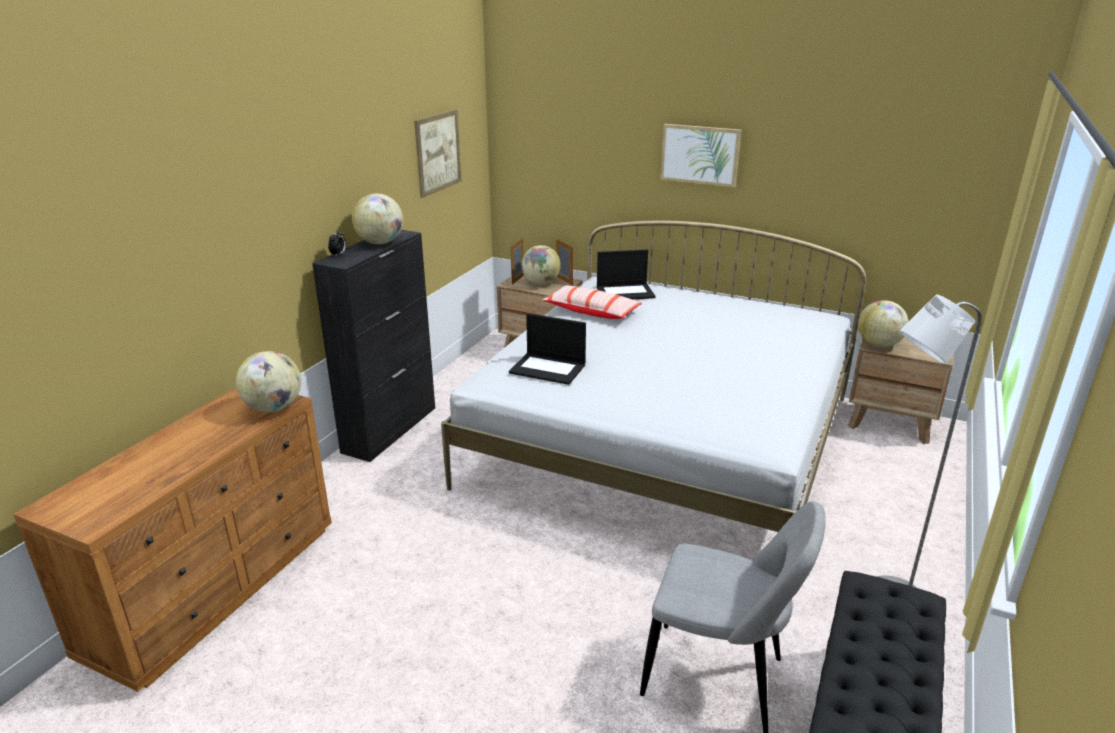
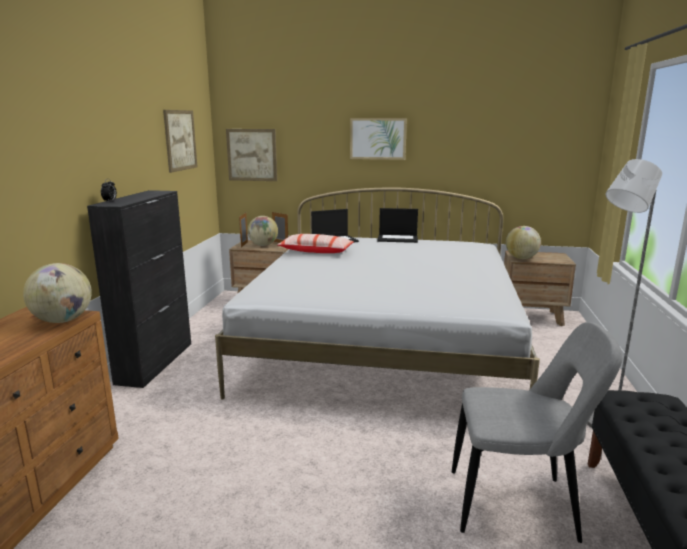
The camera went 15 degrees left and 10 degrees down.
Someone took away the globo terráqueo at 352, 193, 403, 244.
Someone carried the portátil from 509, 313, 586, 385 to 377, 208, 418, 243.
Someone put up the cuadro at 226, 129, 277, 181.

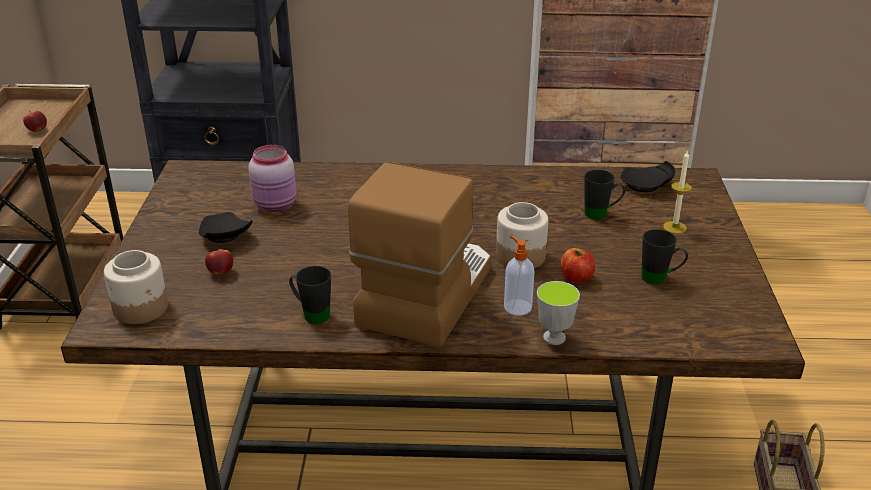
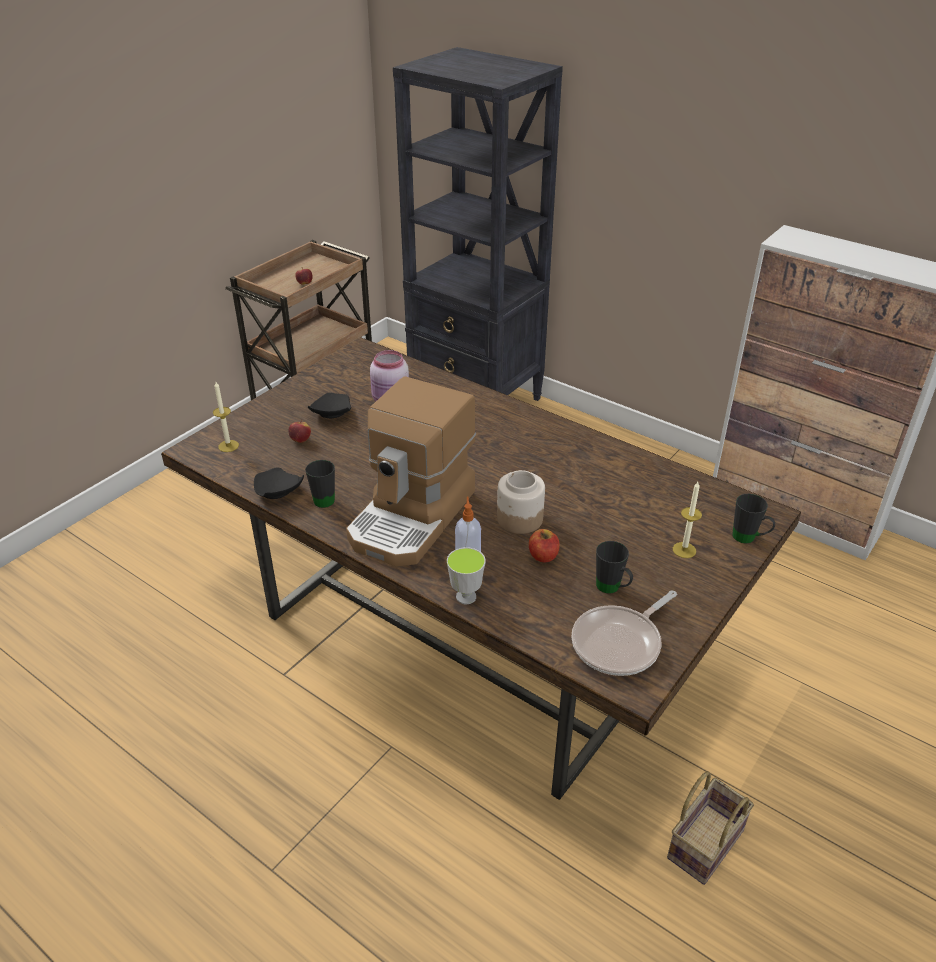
The camera went 35 degrees right and 5 degrees up.
Someone carried the plato/negro from 620, 161, 676, 192 to 254, 467, 304, 499.
Someone rotated the cafetera at 348, 162, 491, 347 by 150 degrees clockwise.
Someone carried the taza grande/negro from 584, 170, 625, 219 to 732, 494, 775, 543.
Someone swapped the tarro at 104, 250, 168, 324 for the vela at 213, 382, 239, 452.
Someone put down the sartén at 572, 590, 677, 676.

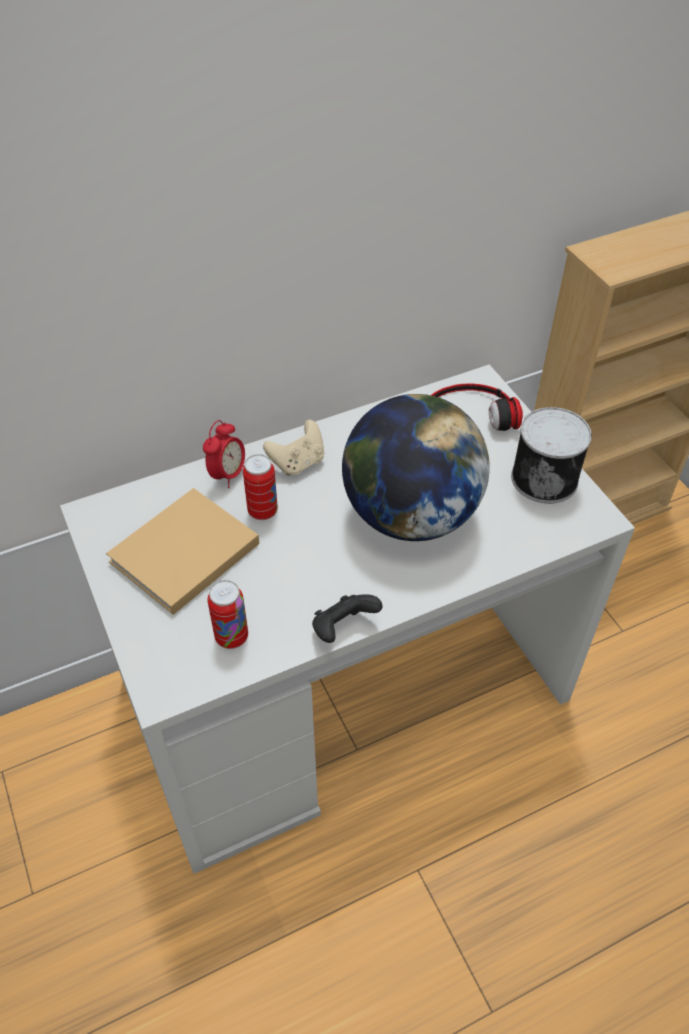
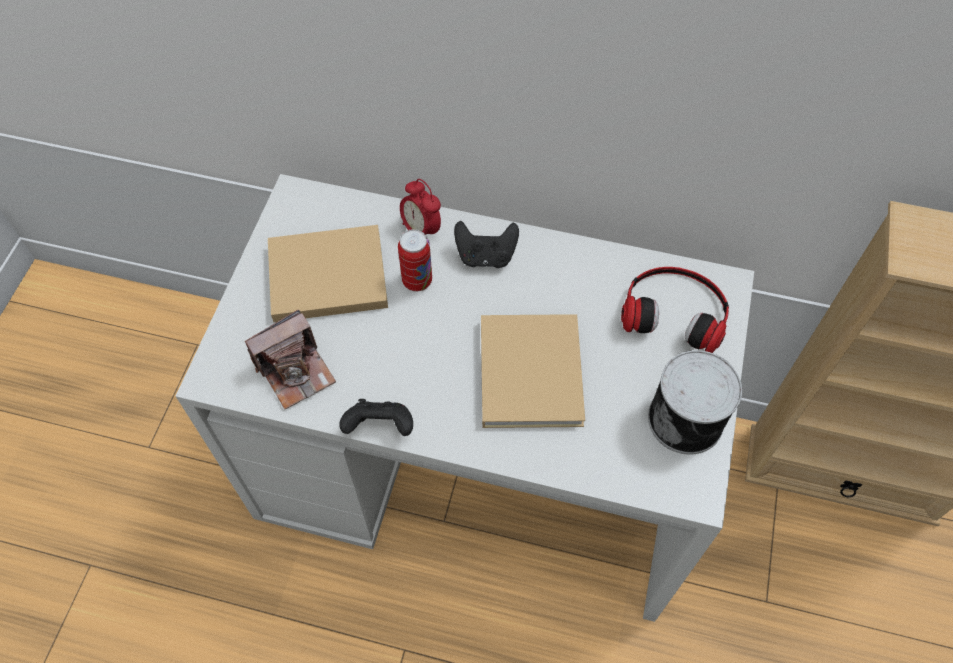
The camera went 40 degrees right and 10 degrees up.
Someone swapped the globo terráqueo at 342, 394, 490, 541 for the libro/beis at 481, 314, 585, 428.
Someone rotated the despertador at 203, 420, 245, 488 by 75 degrees clockwise.
Someone repainted the mando de consola/beis at 263, 420, 324, 476, which became the mando de consola/negro at 454, 221, 519, 268.
Someone swapped the lata at 208, 580, 248, 649 for the cámara at 245, 310, 336, 409.

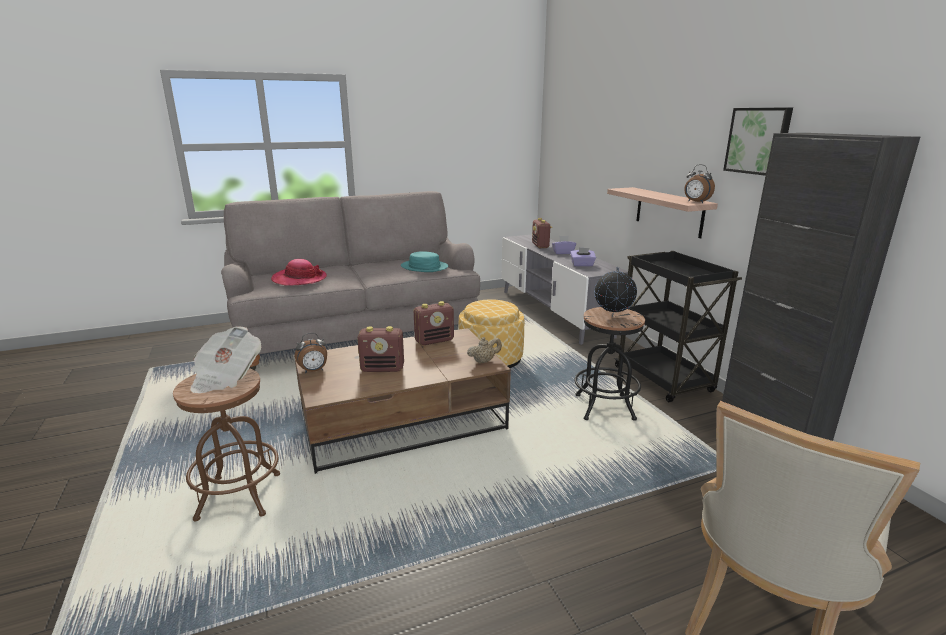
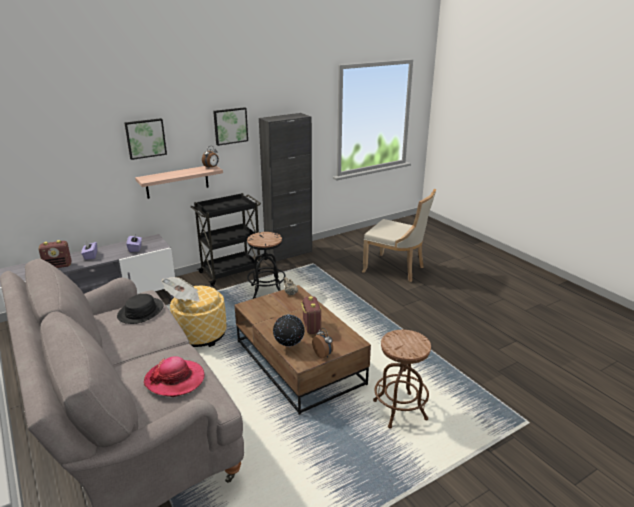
The camera went 100 degrees left and 5 degrees up.
Someone repainted the sombrero/turquesa at 401, 251, 448, 272, which became the sombrero/negro at 117, 294, 164, 324.
Someone carried the globo terráqueo from 594, 267, 637, 317 to 273, 314, 305, 348.
Someone took away the radio at 414, 301, 454, 345.
Someone carried the periódico from 190, 326, 261, 393 to 161, 277, 200, 302.
Someone put up the cuadro at 124, 118, 167, 160.

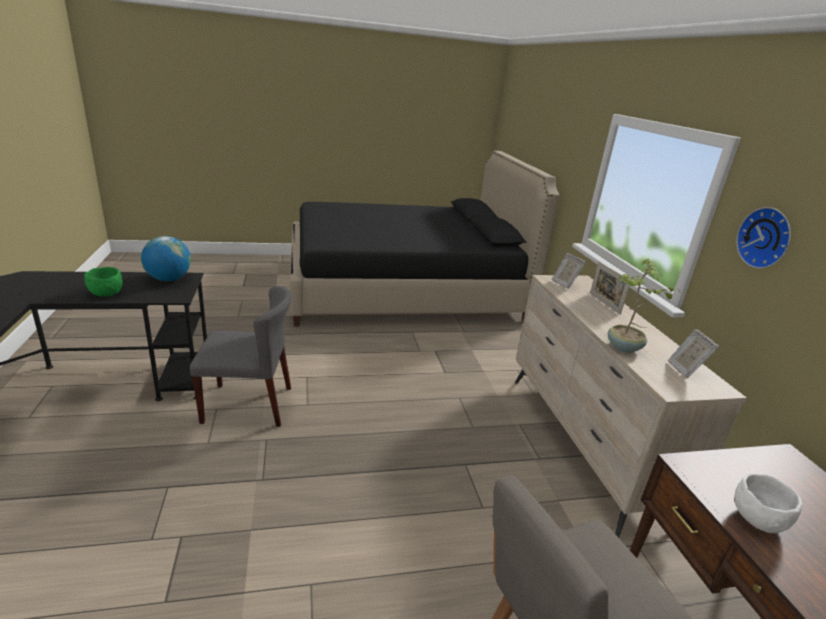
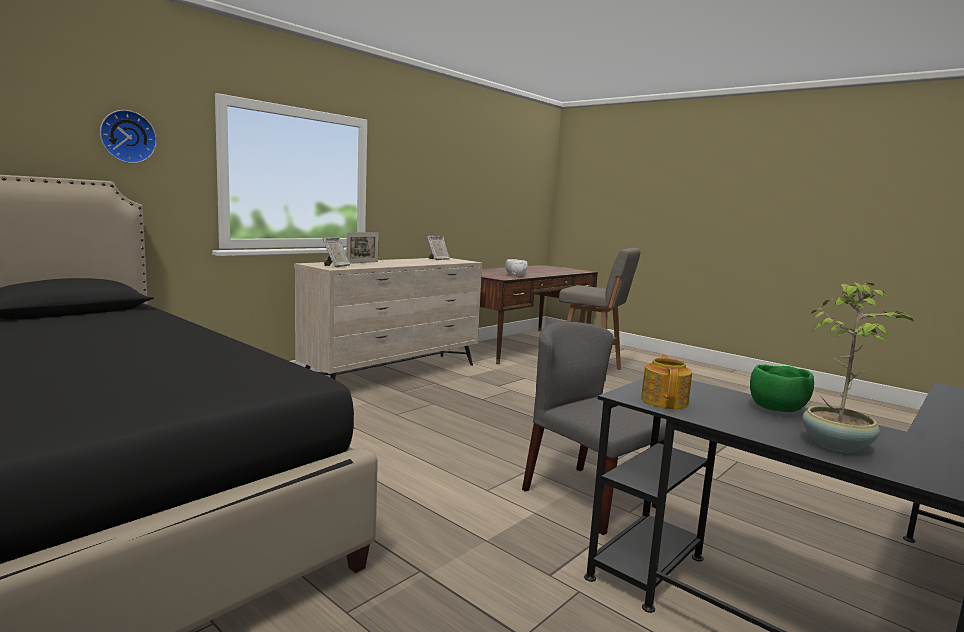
The camera went 125 degrees left and 15 degrees down.
Someone carried the reloj de pared from 736, 207, 791, 269 to 100, 110, 157, 164.
Someone swapped the globo terráqueo at 141, 236, 191, 281 for the tetera at 641, 354, 692, 409.
Someone carried the planta en maceta from 608, 259, 680, 353 to 802, 282, 913, 452.

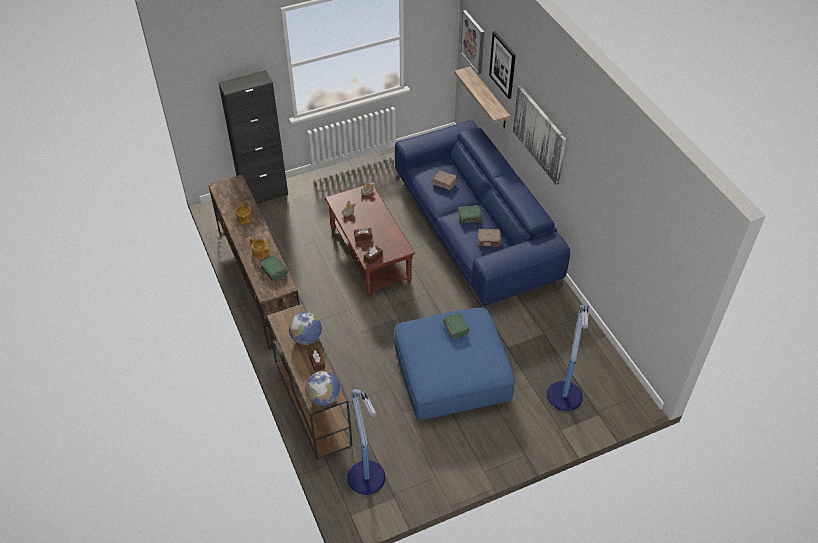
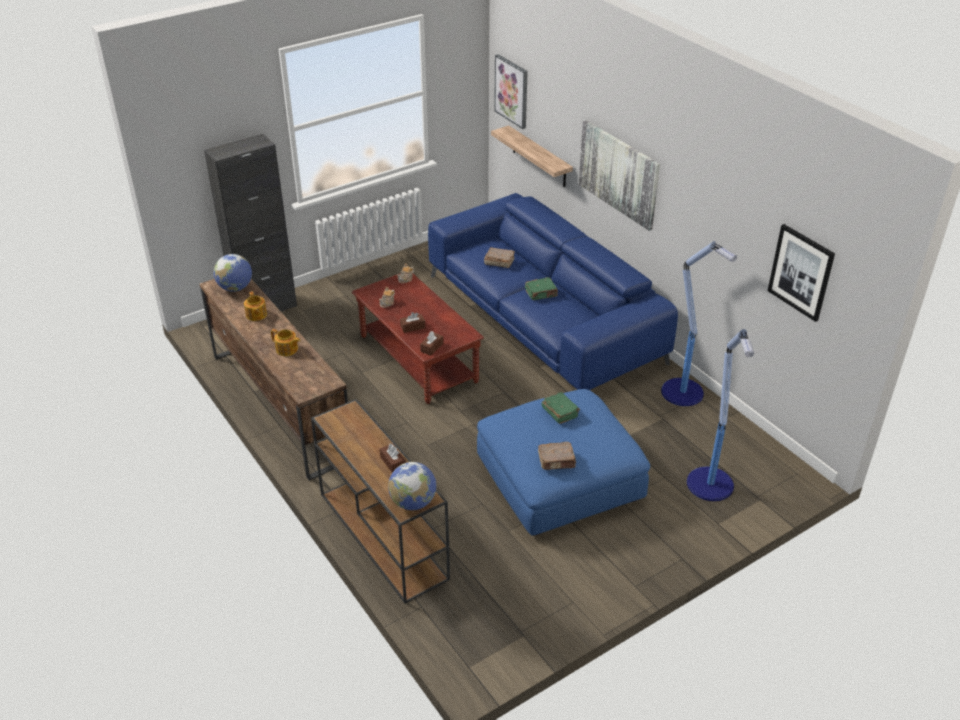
The camera went 10 degrees left and 10 degrees down.
Someone carried the cuadro from 489, 31, 516, 99 to 768, 224, 835, 322.
Someone carried the libro/marrón from 478, 229, 501, 247 to 538, 442, 576, 470.
Someone took away the libro/verde at 259, 255, 288, 282.
Someone carried the globo terráqueo from 289, 312, 322, 345 to 213, 254, 252, 292.
Someone carried the lámpara de pie from 347, 389, 385, 495 to 661, 241, 737, 406.

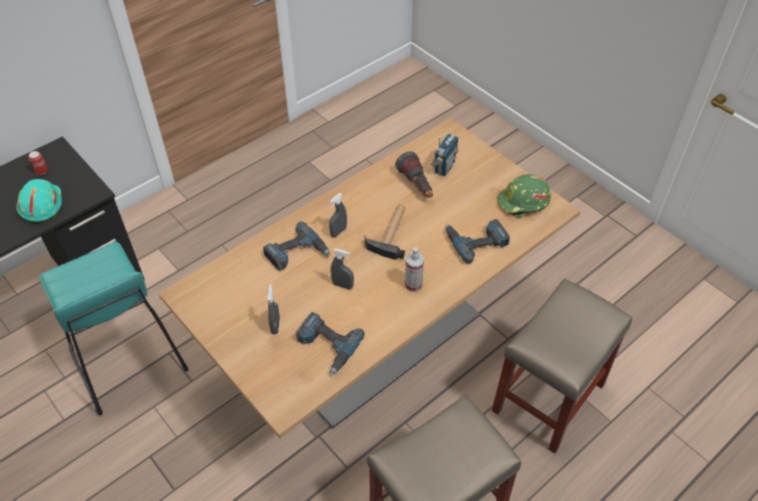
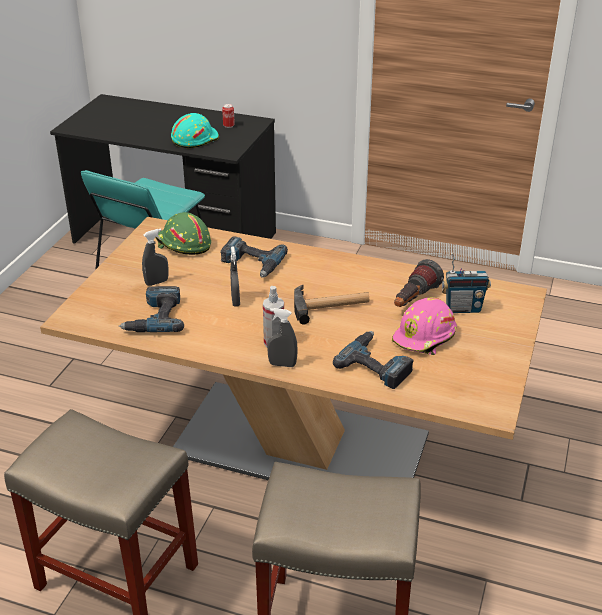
The camera went 60 degrees right and 15 degrees down.
Someone carried the casco/verde from 497, 174, 551, 219 to 155, 212, 211, 255.
Someone carried the pulverizador/gris from 329, 193, 347, 237 to 267, 308, 298, 367.
Someone put down the casco/rosa at 392, 297, 457, 355.

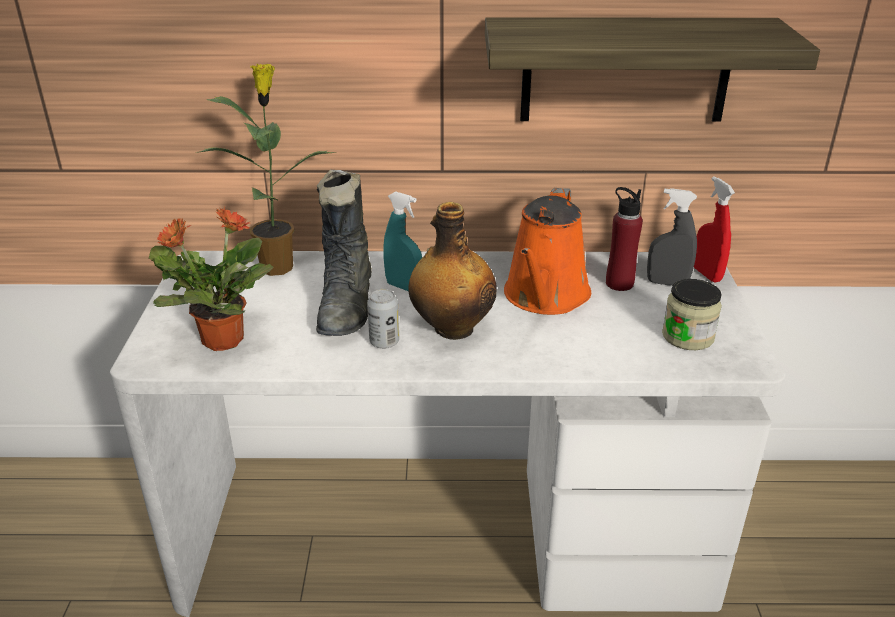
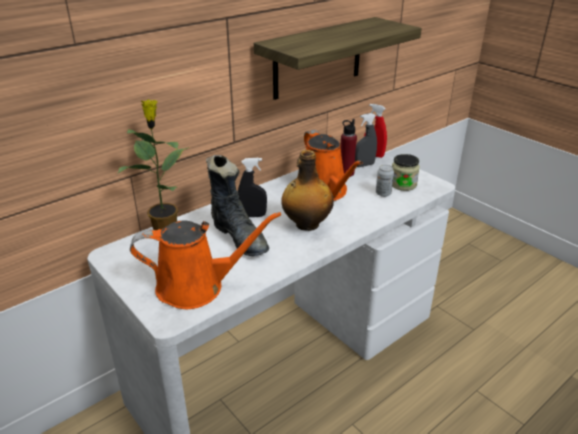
The camera went 40 degrees left and 0 degrees up.
Someone repainted the pulverizador/turquesa at 383, 191, 422, 291, which became the pulverizador/negro at 238, 158, 267, 217.
Someone swapped the planta en maceta at 149, 206, 274, 351 for the regadera/naranja at 130, 212, 281, 309.
Someone carried the lata from 367, 289, 399, 349 to 376, 165, 394, 197.

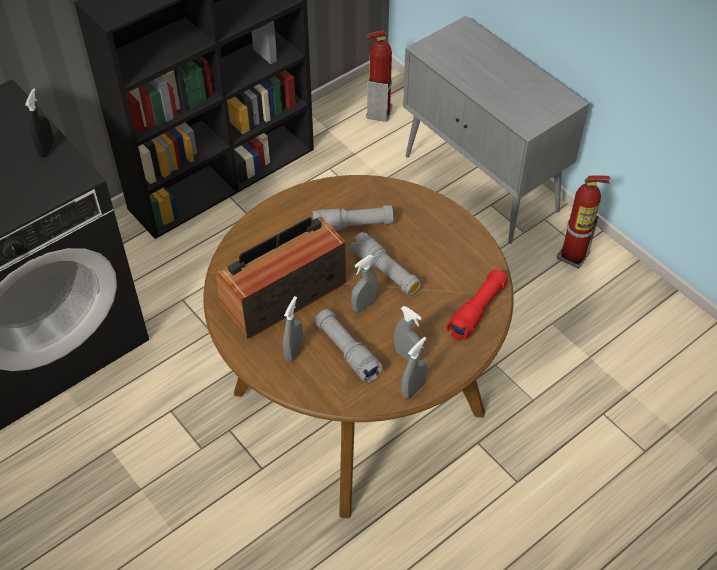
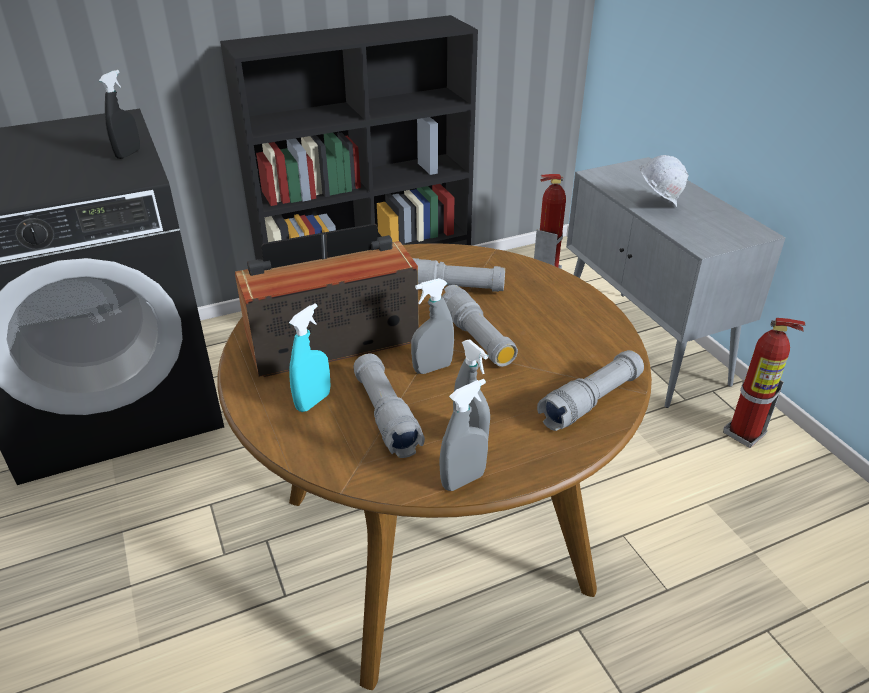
The camera went 15 degrees right and 15 degrees down.
Someone repainted the linterna/rojo at 446, 269, 508, 340, which became the linterna/gris at 537, 350, 644, 431.
Someone repainted the pulverizador/gris at 283, 296, 303, 362, which became the pulverizador/turquesa at 289, 303, 331, 412.
Someone put down the casco/blanco at 640, 155, 689, 207.

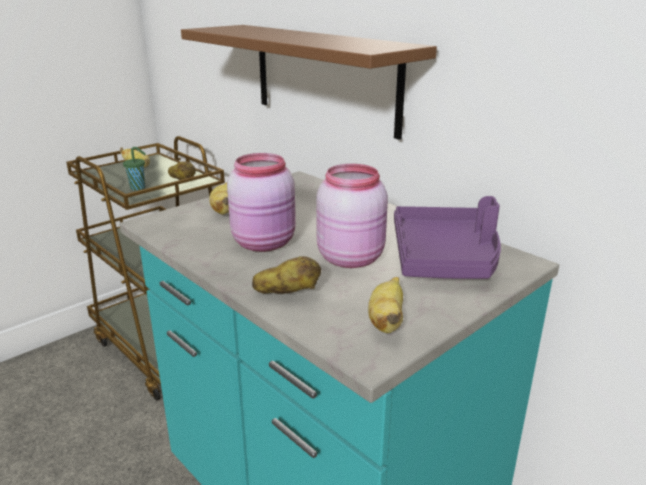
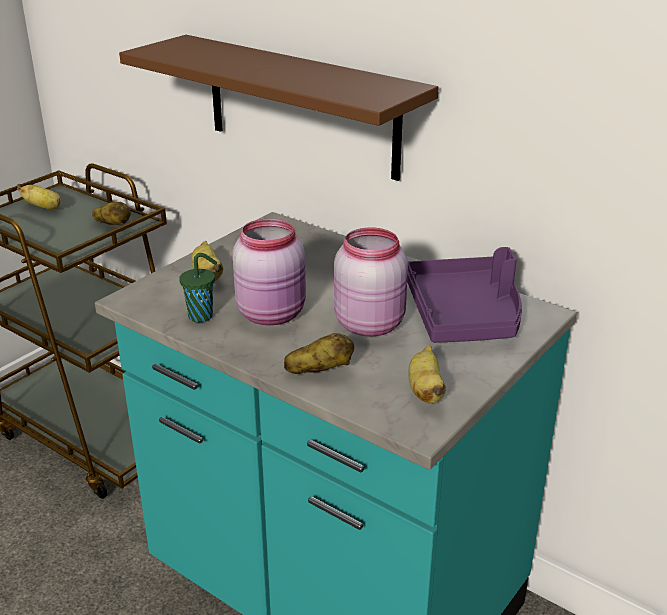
The camera went 10 degrees left and 5 degrees up.
Someone carried the taza/verde from 123, 147, 146, 190 to 179, 253, 217, 322.

